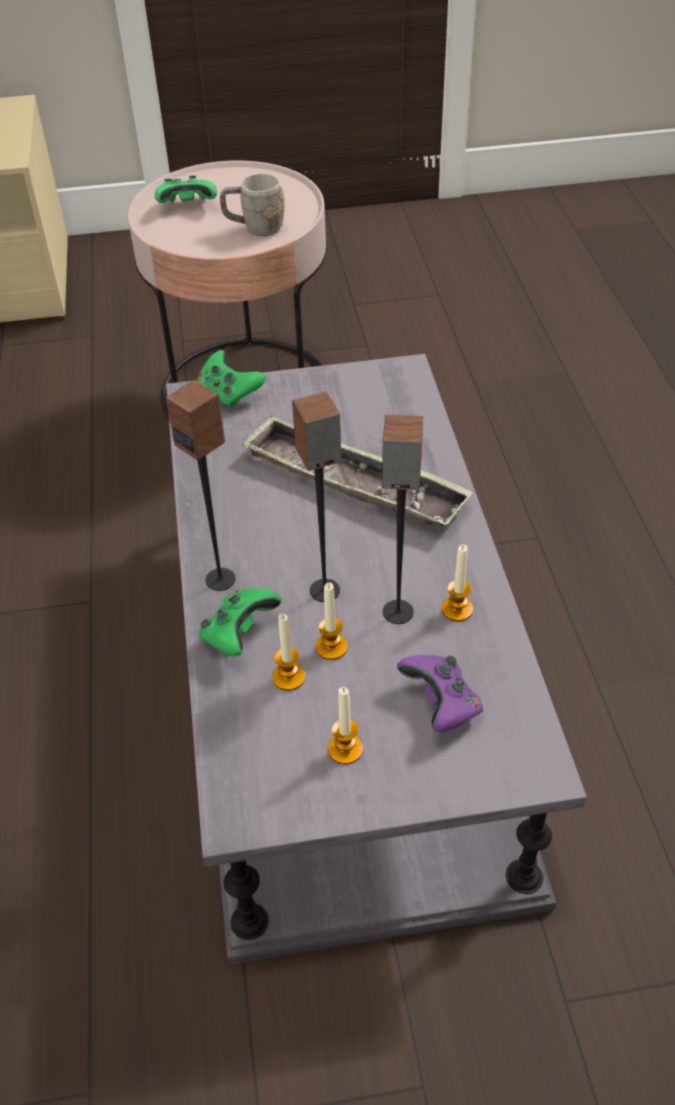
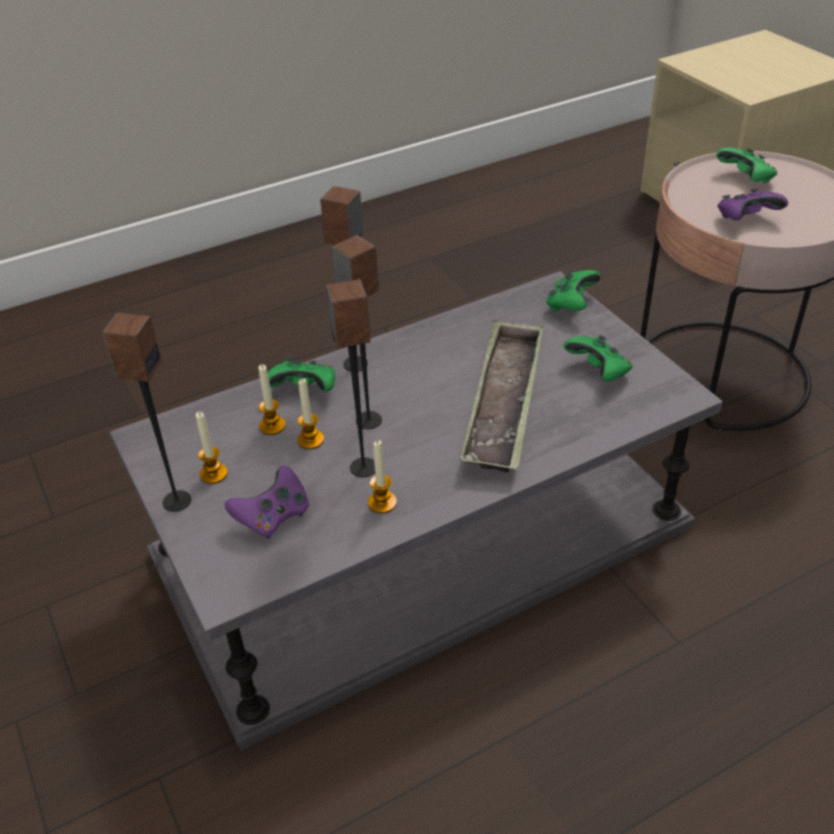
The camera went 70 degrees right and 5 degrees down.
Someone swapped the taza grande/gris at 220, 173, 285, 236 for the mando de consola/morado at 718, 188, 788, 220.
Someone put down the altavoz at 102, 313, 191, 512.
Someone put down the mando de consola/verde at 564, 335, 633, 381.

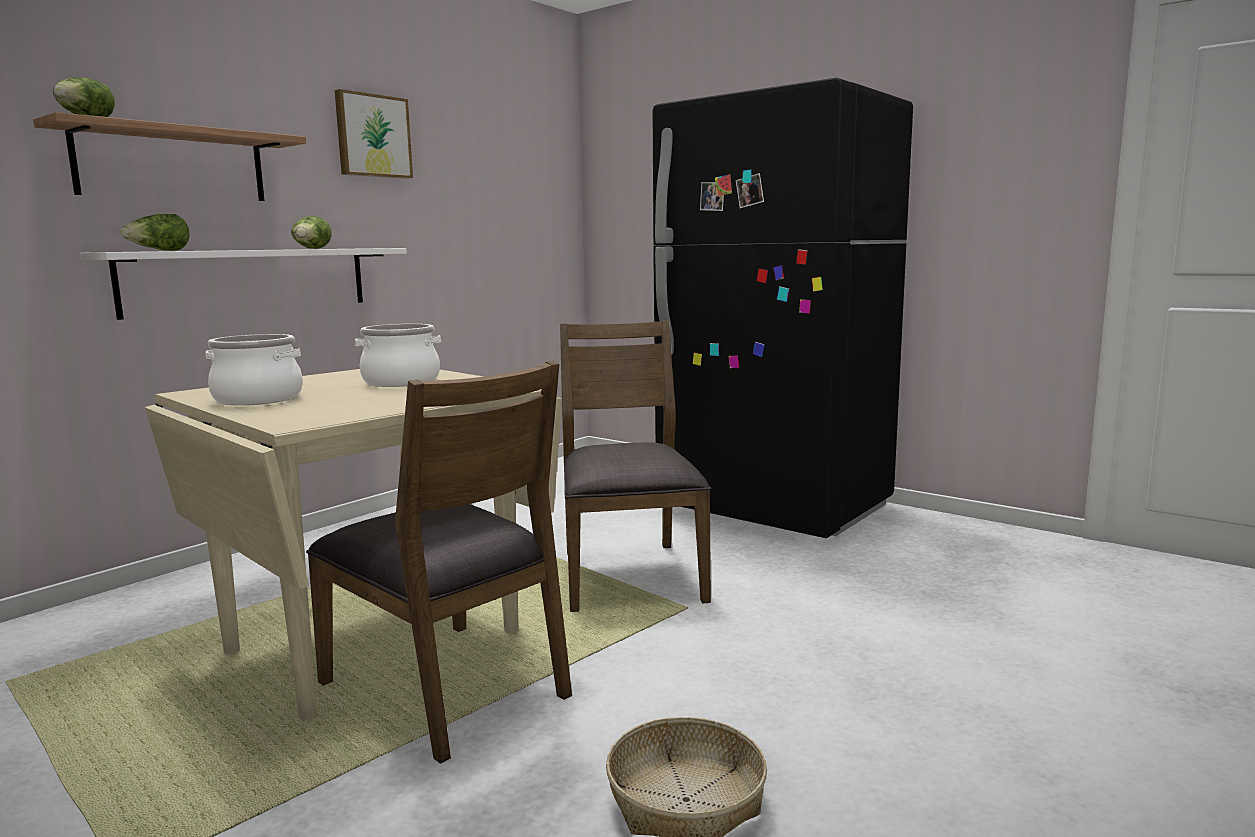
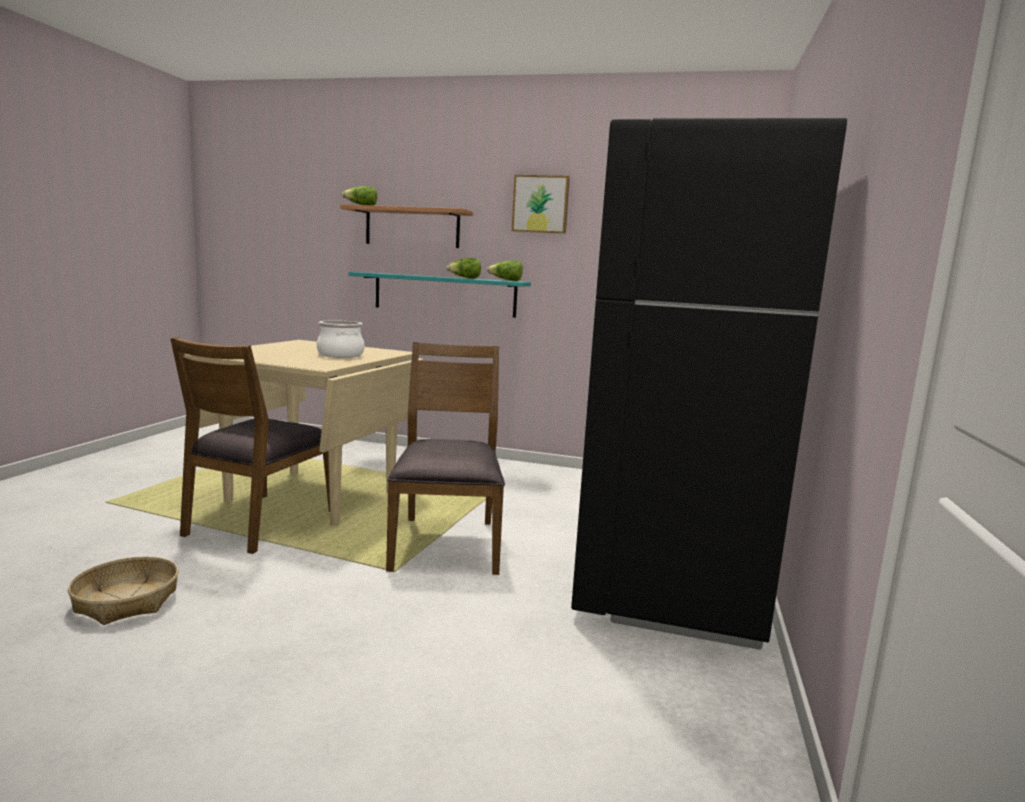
The camera went 65 degrees right and 0 degrees up.
Someone carried the lechuga from 120, 214, 190, 251 to 487, 260, 523, 281.
Someone repainted the estante/blanco at 79, 248, 407, 320, which became the estante/turquesa at 348, 272, 531, 318.
Someone rotated the silla/marrón at 560, 320, 711, 612 by 60 degrees counterclockwise.
Someone took away the olla at 206, 334, 303, 406.

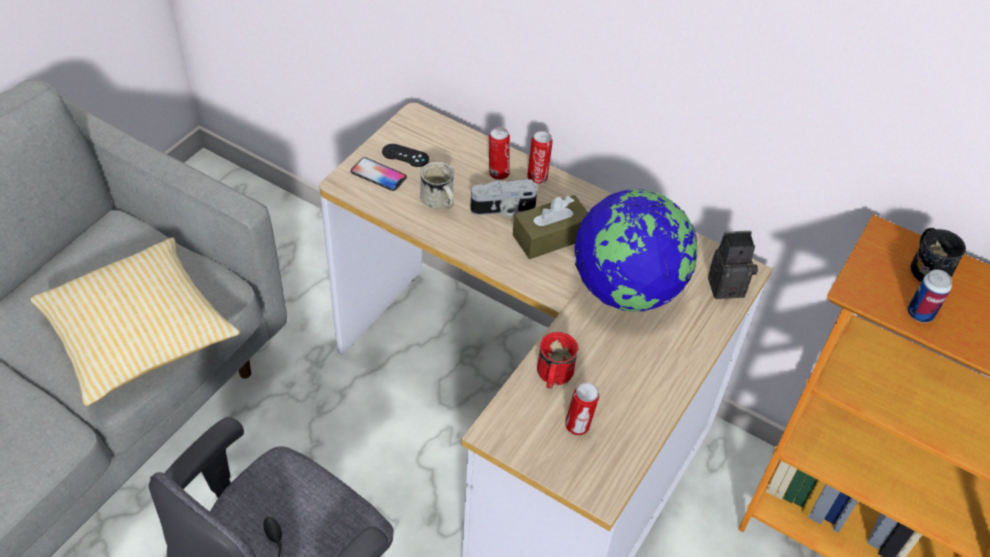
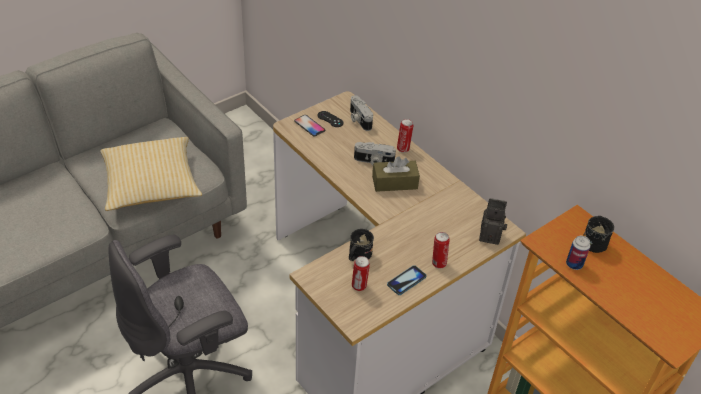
The camera went 20 degrees right and 5 degrees down.
Someone carried the lata from 489, 127, 510, 180 to 432, 232, 450, 269.
Someone took away the taza grande/blanco at 420, 161, 454, 209.
Someone took away the globo terráqueo at 574, 189, 698, 311.
Someone repainted the taza grande/rojo at 537, 332, 578, 389, which became the taza grande/negro at 349, 229, 374, 261.
Someone put down the cámara at 350, 95, 373, 131.
Someone put down the móvil at 387, 265, 427, 295.

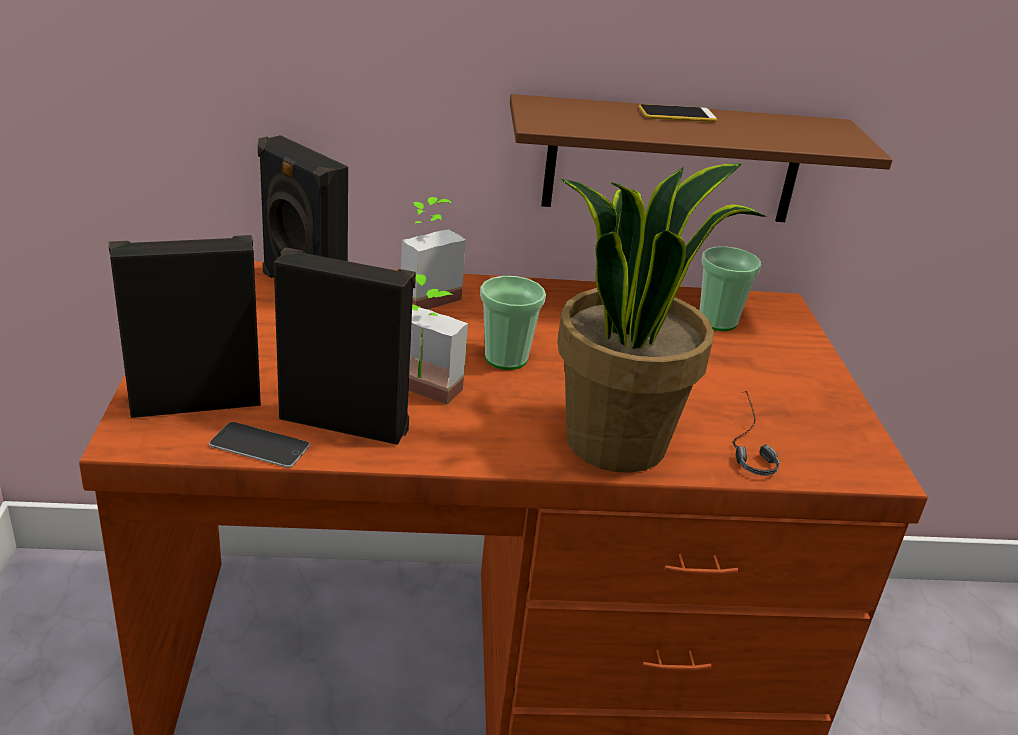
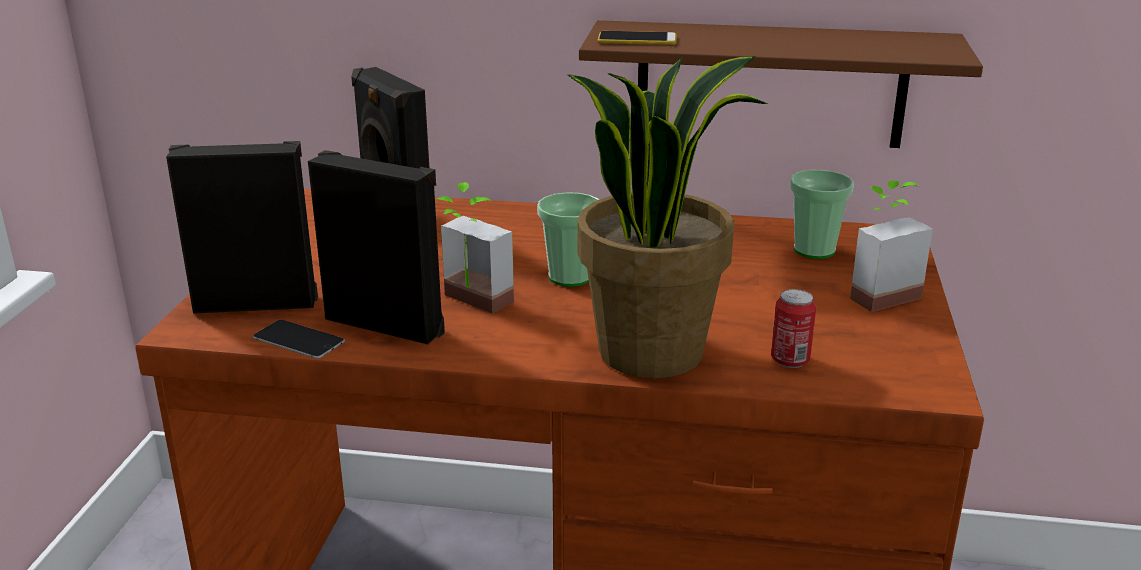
The camera went 15 degrees right and 5 degrees down.
Someone carried the móvil from 639, 104, 717, 122 to 598, 31, 677, 45.
Someone carried the planta en maceta from 401, 197, 466, 309 to 850, 180, 933, 312.
Someone swapped the auriculares at 733, 391, 780, 476 for the lata at 771, 289, 816, 368.

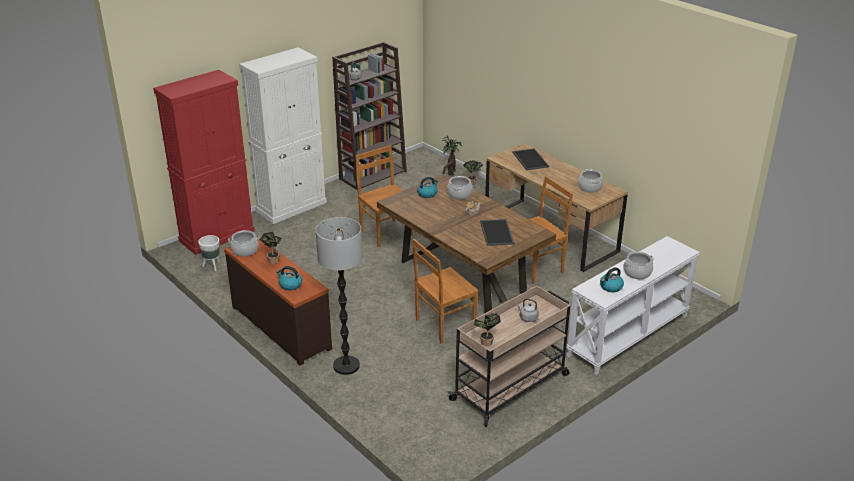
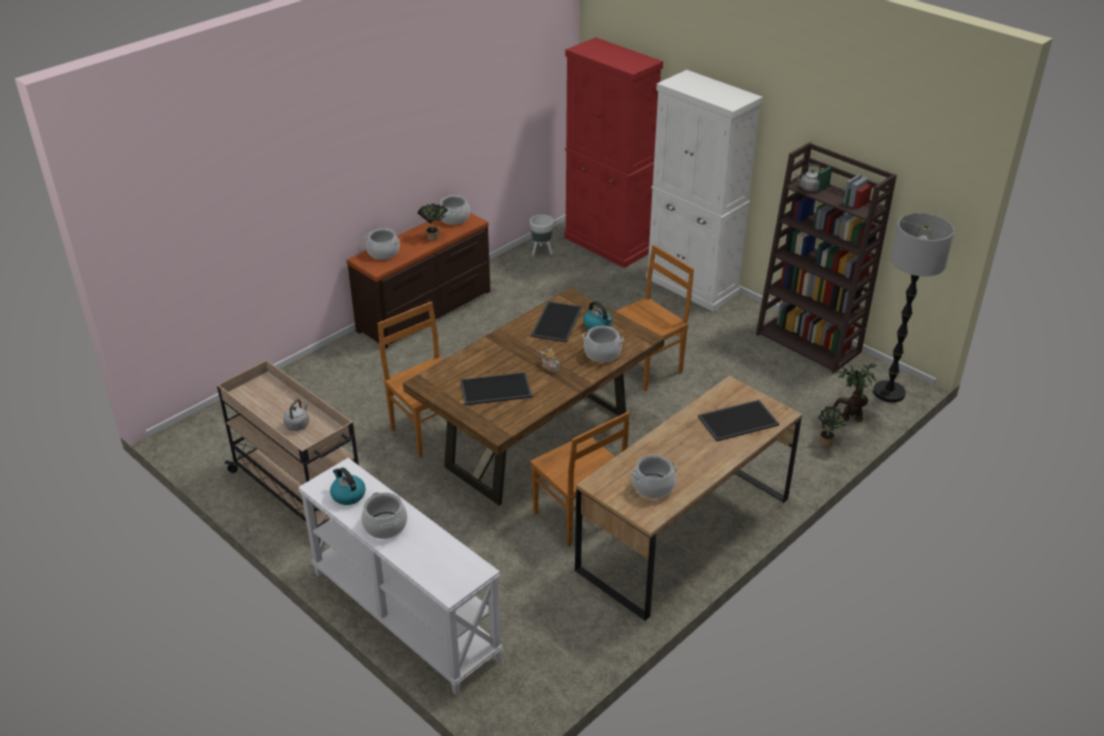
The camera went 85 degrees right and 5 degrees up.
Someone carried the lámpara de pie from 316, 217, 363, 375 to 873, 213, 954, 403.
Someone swapped the hervidor at 276, 266, 302, 290 for the olla at 365, 228, 400, 260.
Someone took away the planta en maceta at 473, 313, 501, 346.
Someone put down the bandeja at 531, 301, 582, 343.

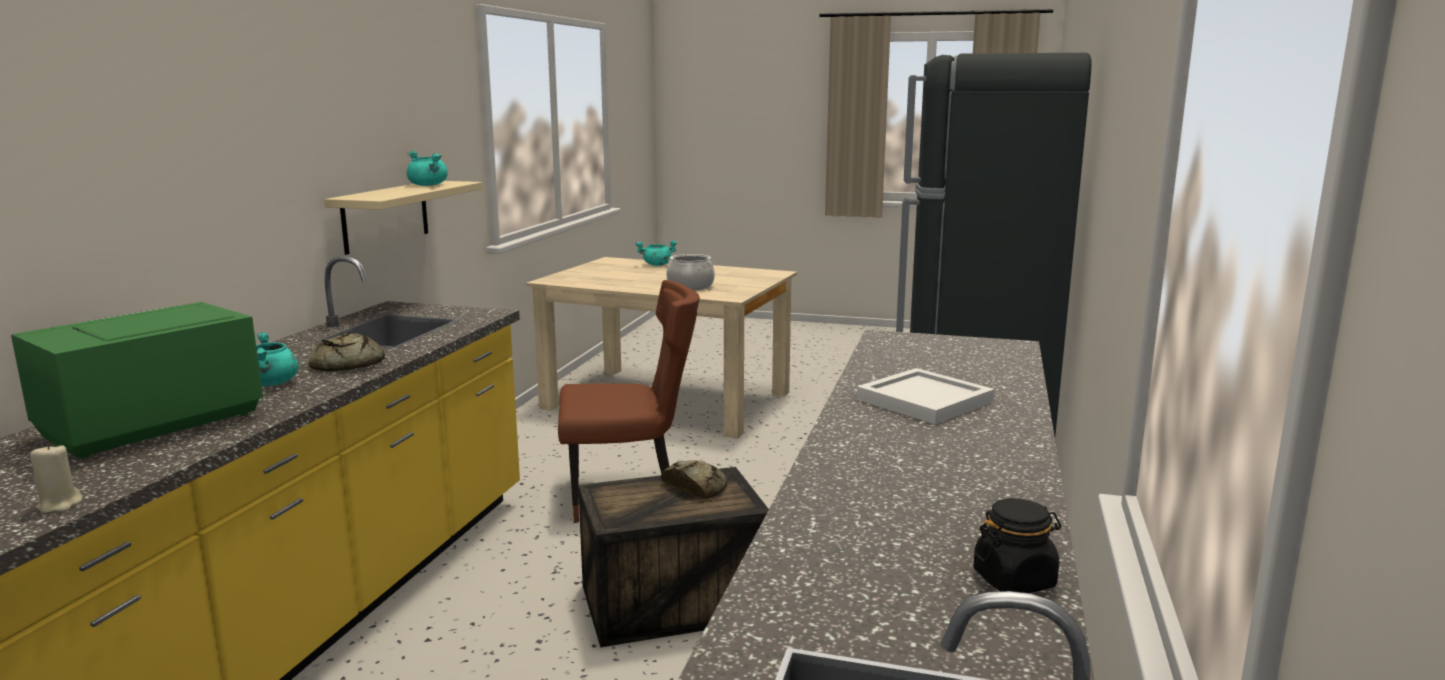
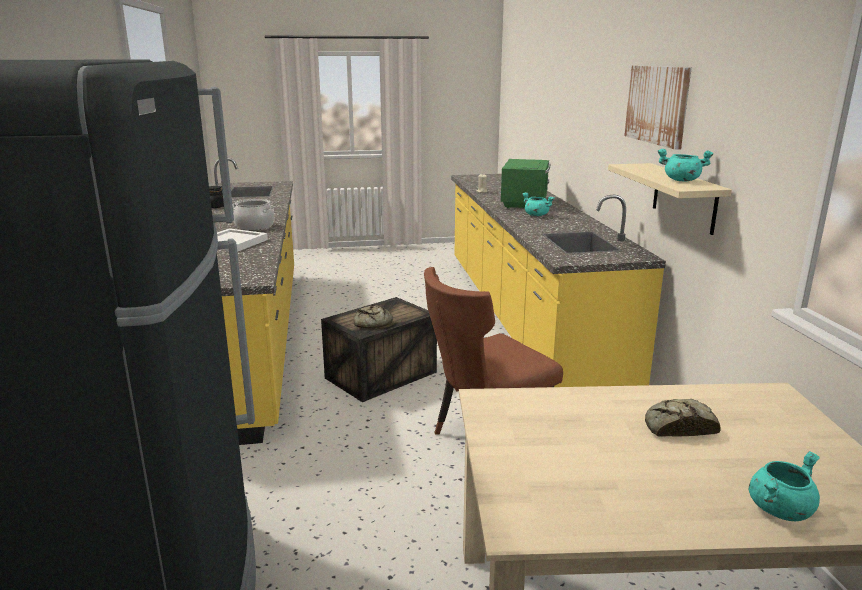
The camera went 155 degrees right and 5 degrees up.
Someone carried the olla from 666, 254, 715, 290 to 233, 199, 275, 230.
Someone carried the pan from 309, 332, 385, 371 to 645, 399, 721, 437.
Someone put up the cuadro at 624, 66, 692, 150.

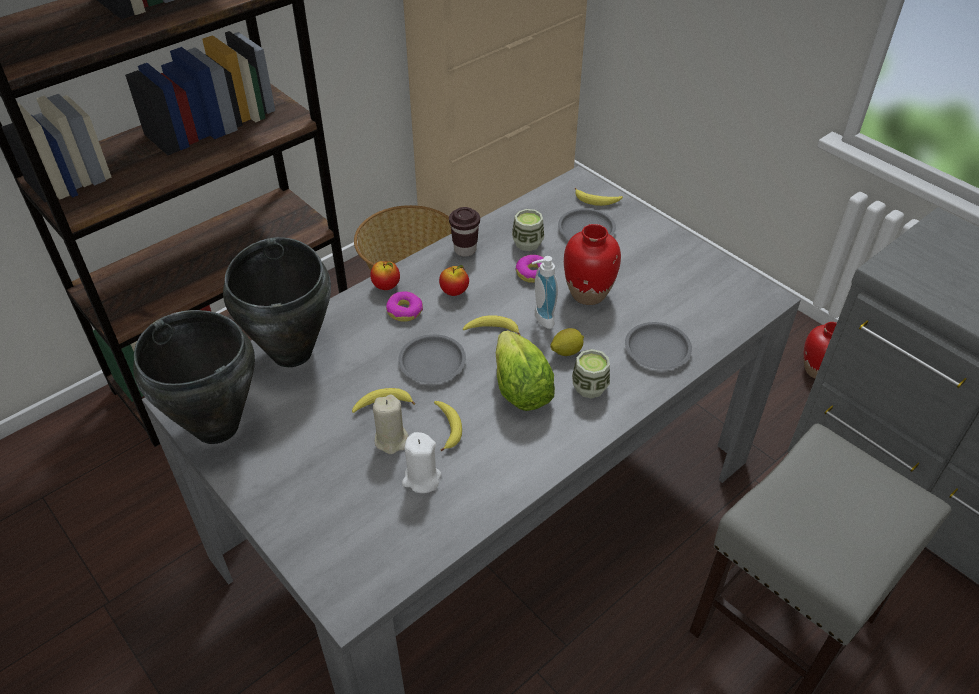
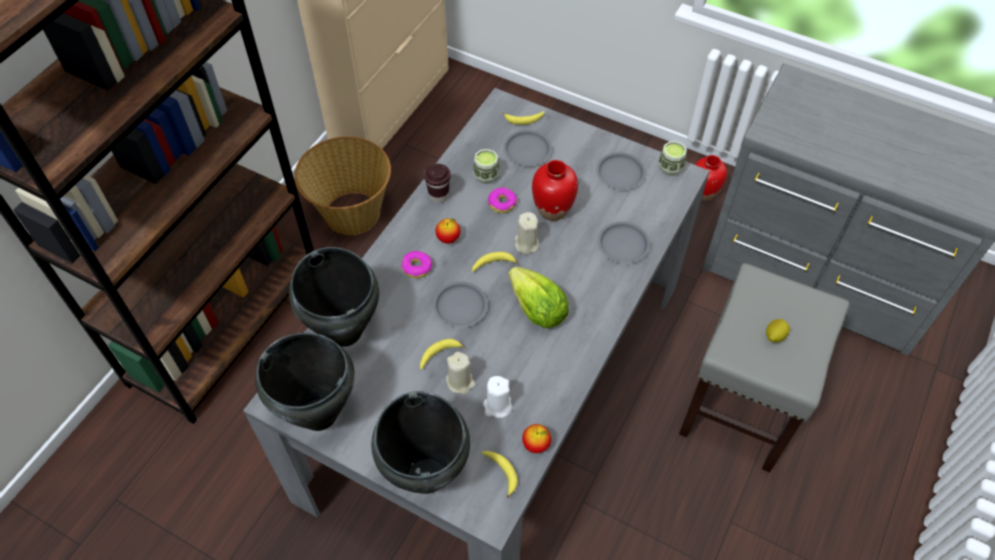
The camera went 20 degrees left and 10 degrees up.
Someone swapped the dispensador de jabón at 532, 256, 558, 329 for the vela/beis at 515, 212, 539, 254.
Someone carried the manzana from 370, 261, 400, 290 to 522, 424, 551, 453.
Someone carried the limón from 550, 328, 584, 356 to 766, 319, 790, 342.
Someone carried the taza from 572, 349, 610, 398 to 658, 141, 687, 176.
Someone carried the plátano from 434, 401, 462, 451 to 482, 451, 518, 498.
Someone put down the plato/gris at 596, 152, 646, 190.
Someone put down the olla/negro at 371, 391, 470, 494.

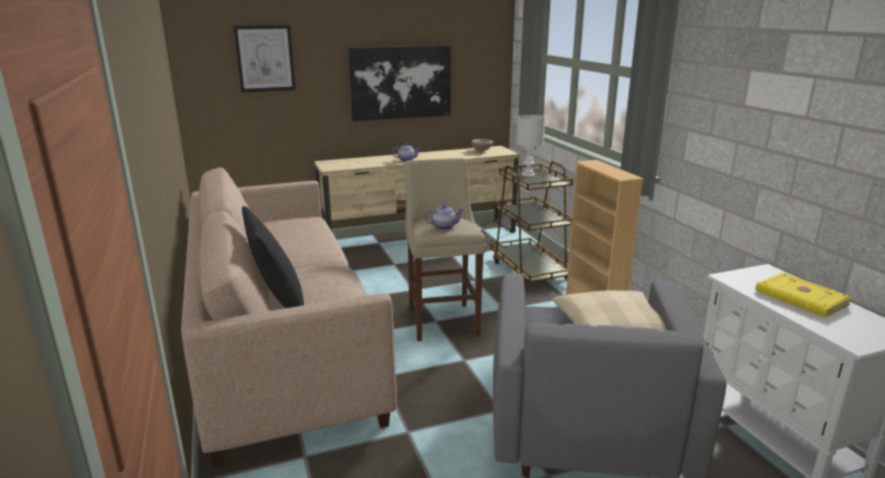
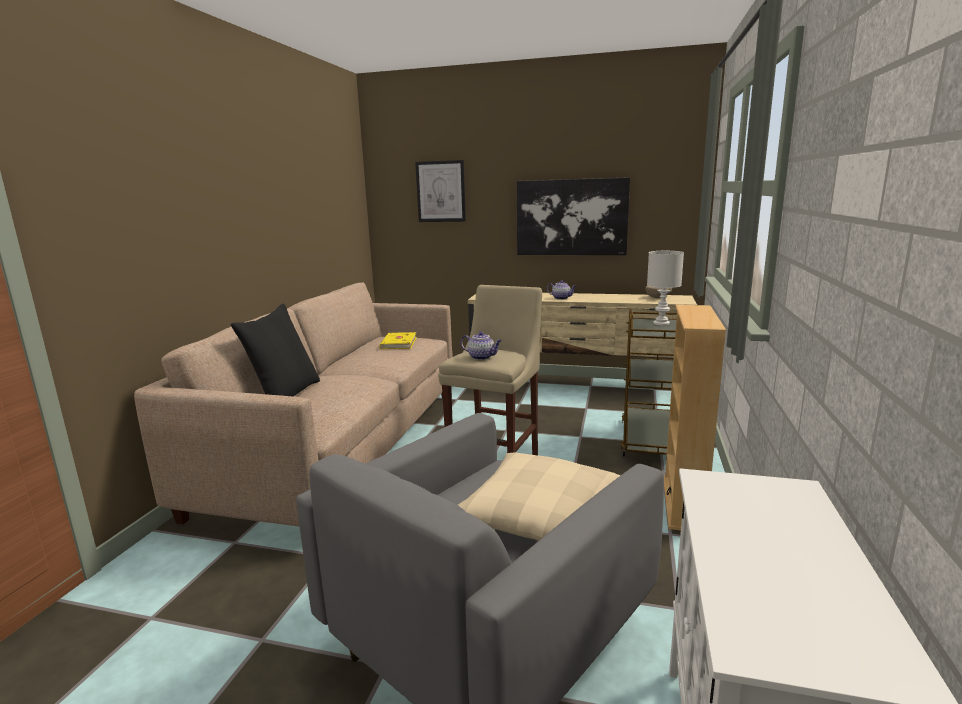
The camera went 35 degrees right and 5 degrees down.
Someone carried the libro/amarillo from 755, 273, 852, 318 to 380, 332, 417, 349.

